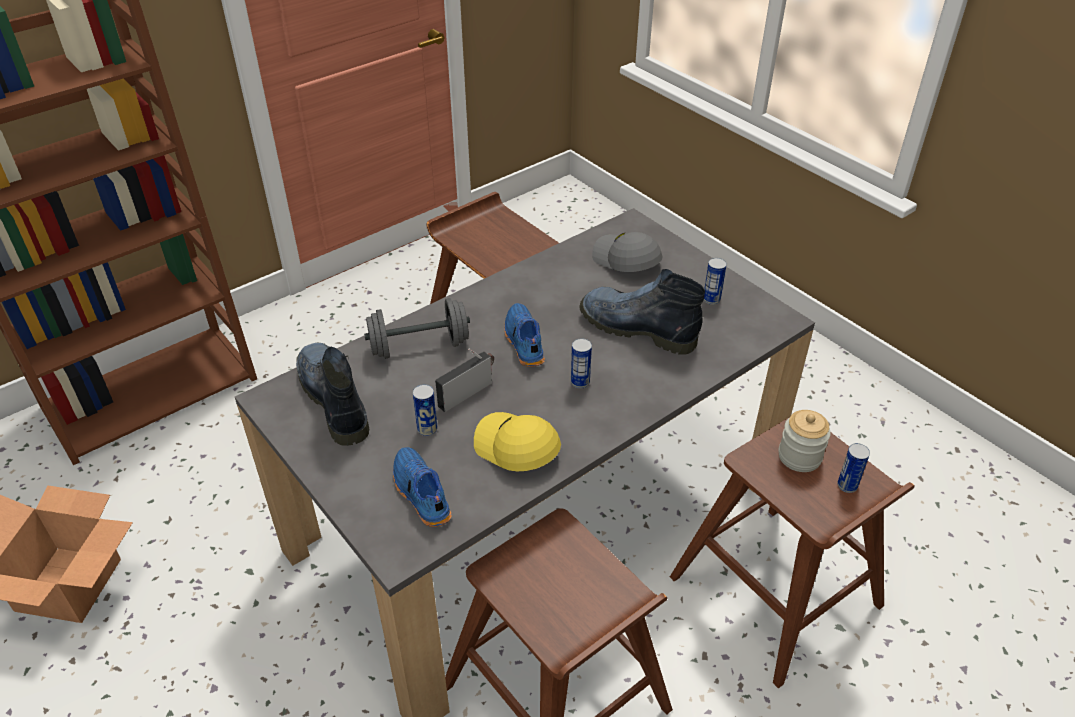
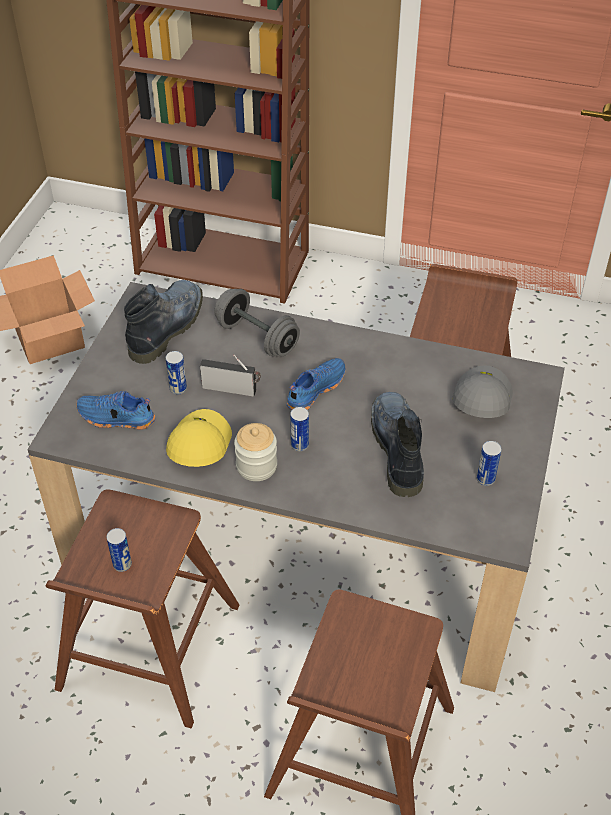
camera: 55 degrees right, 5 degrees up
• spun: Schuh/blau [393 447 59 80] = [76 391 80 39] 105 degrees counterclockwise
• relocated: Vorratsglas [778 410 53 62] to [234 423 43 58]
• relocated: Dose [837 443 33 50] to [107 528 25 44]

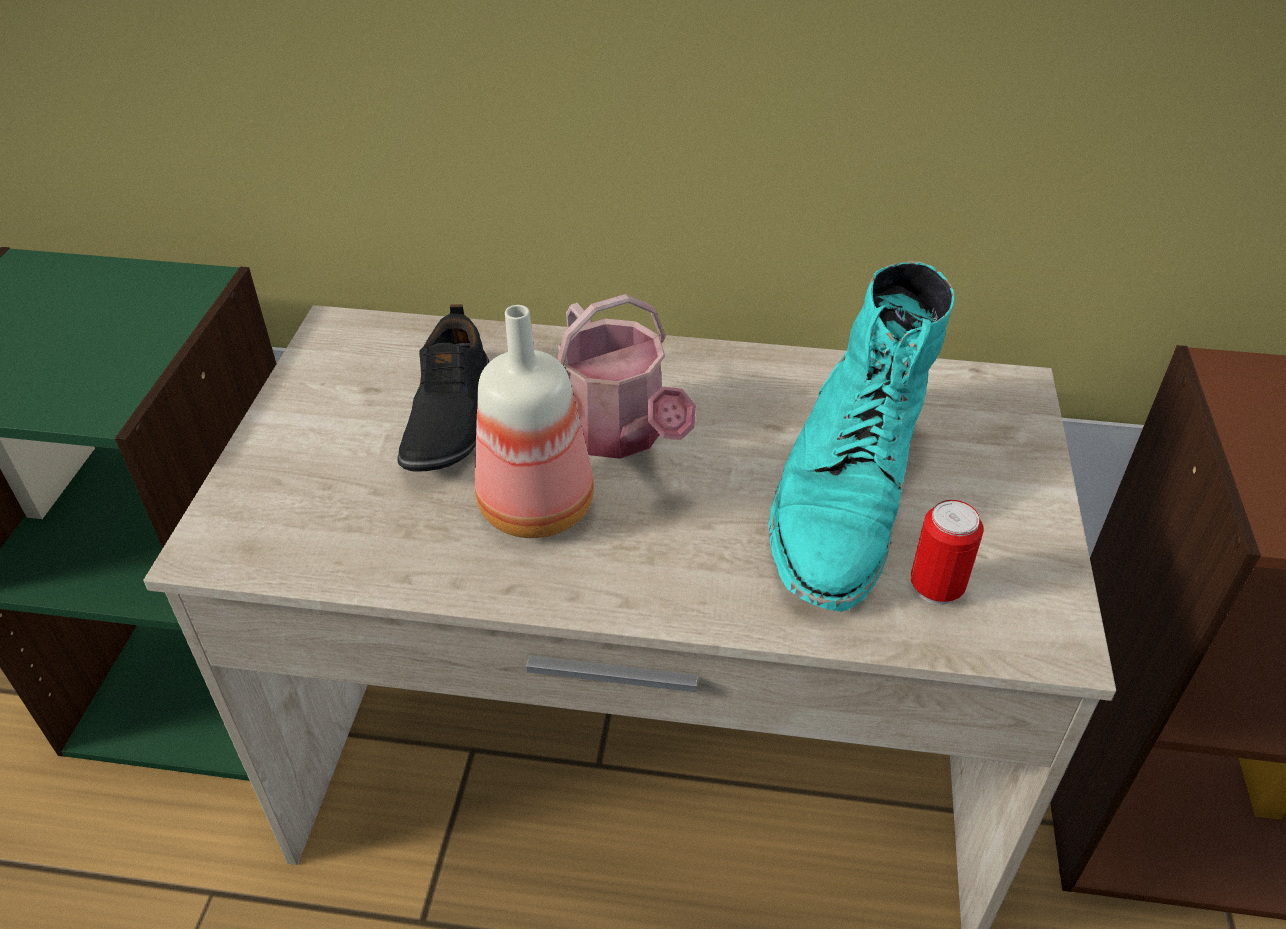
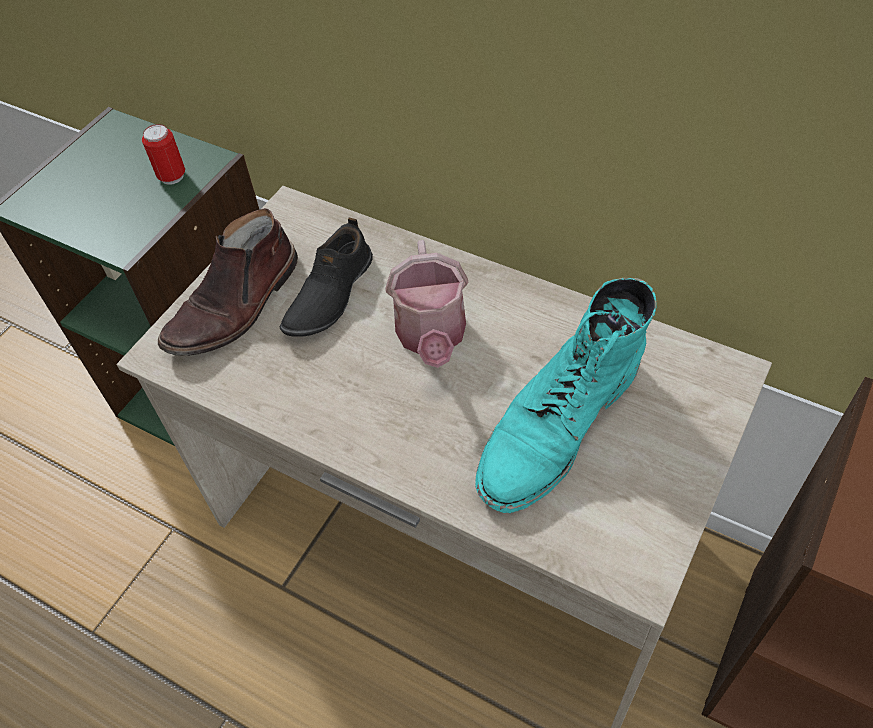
camera: 25 degrees right, 10 degrees up
• missing: Flasche [475 305 119 233]
• relocated: Dose [911 500 73 105] to [142 124 43 61]
• appeared: Stiefel/braun [158 208 140 148]

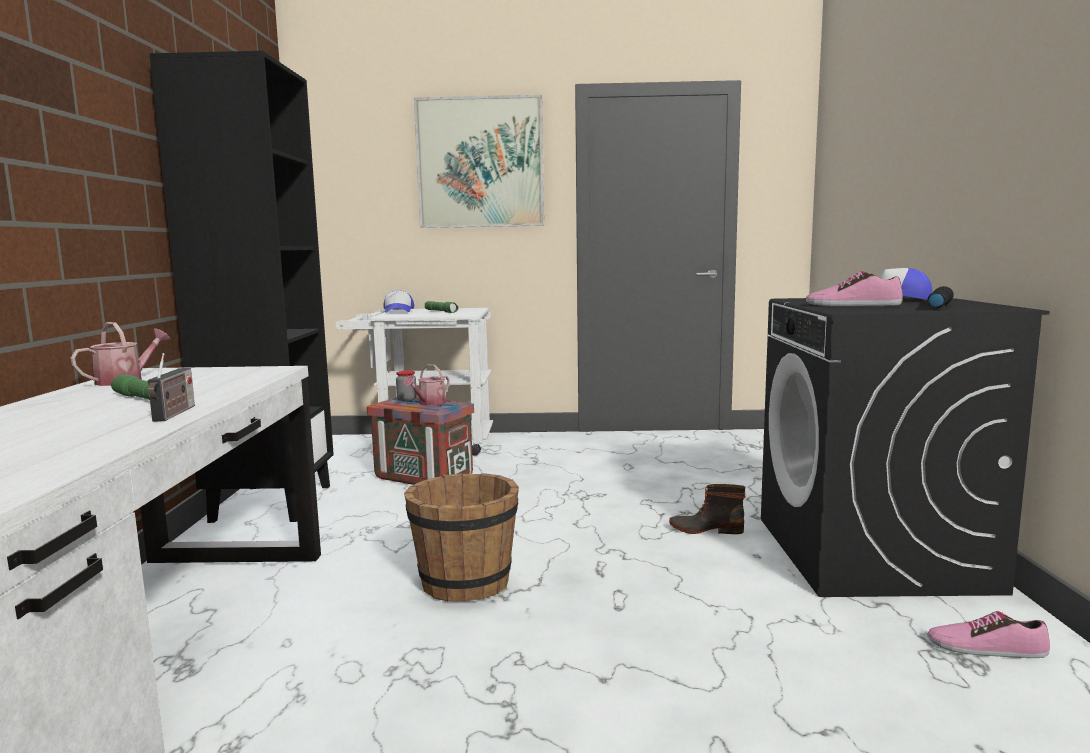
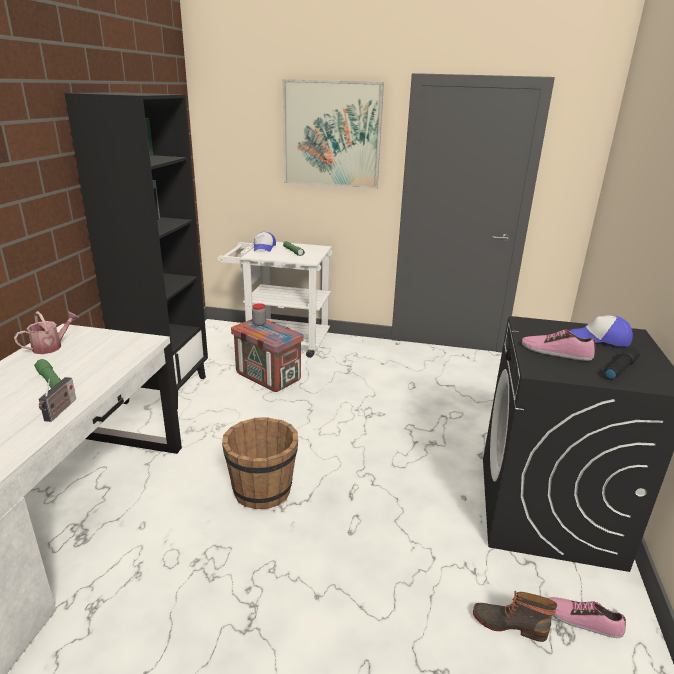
camera: 10 degrees right, 15 degrees up
• missing: Gießkanne [404 364 46 42]
• relocated: Stiefel [669 484 76 50] to [473 591 84 51]

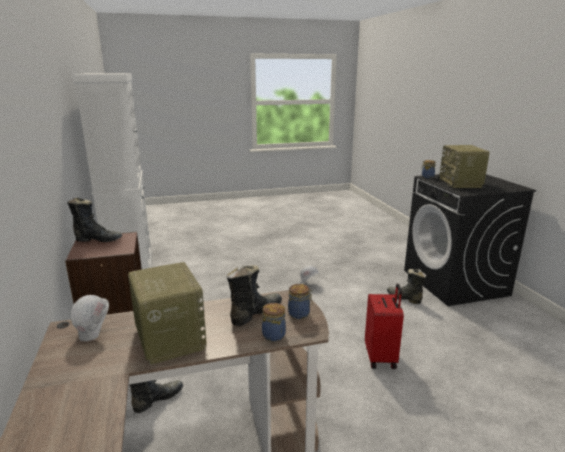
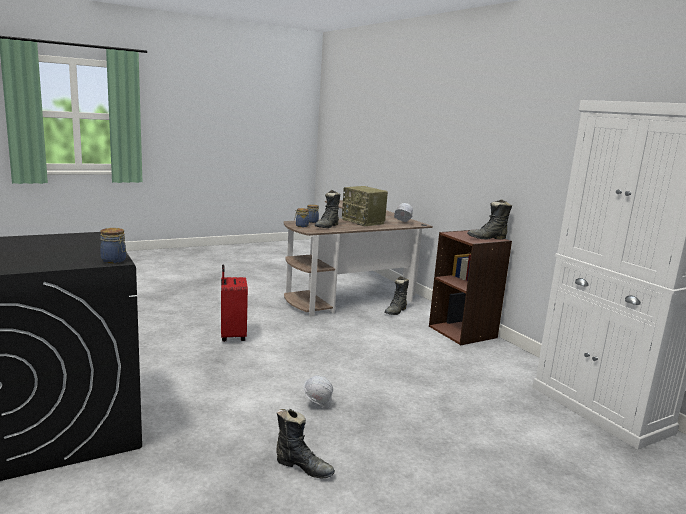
camera: 165 degrees right, 5 degrees down
• relocated: Stiefel/schwarz [387 269 39 35] to [276 409 59 70]
• missing: Radio [439 145 51 43]

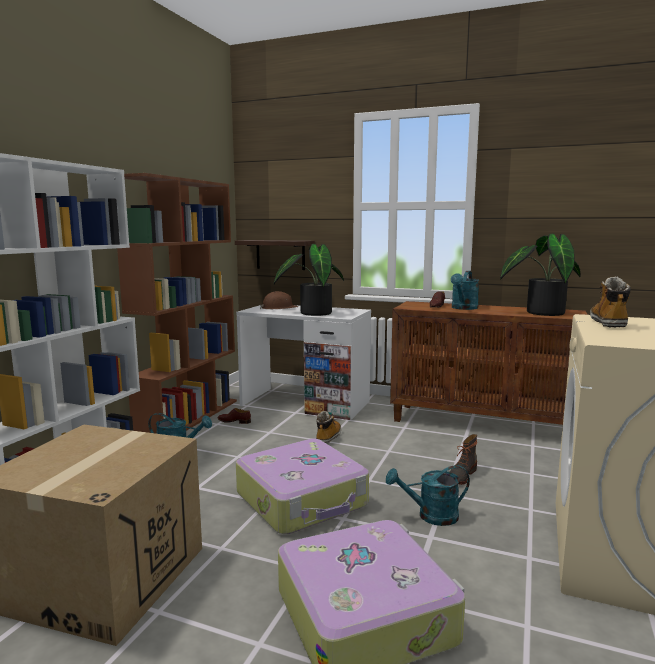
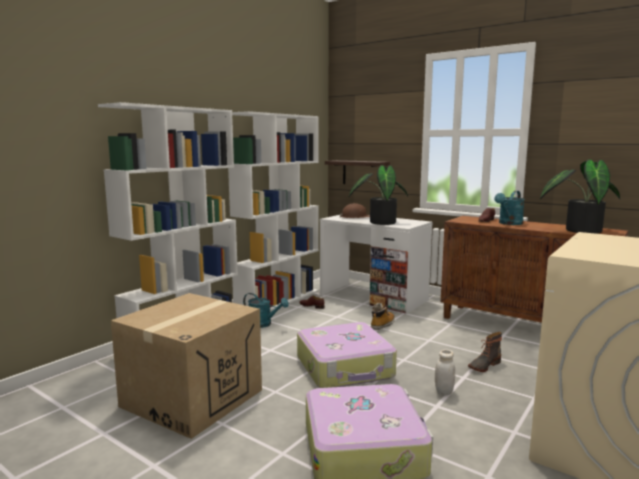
camera: 15 degrees right, 0 degrees up
• colour: Bücherregal/braun [117 173 120 261] to Bücherregal/weiß [228 111 91 200]
• exchanged: Gießkanne/türkis [386 465 84 61] to Vorratsglas/weiß [435 349 20 46]
• missing: Stiefel [590 277 41 50]

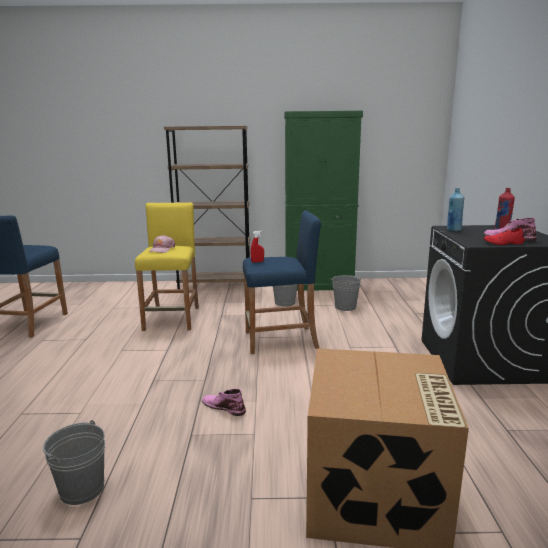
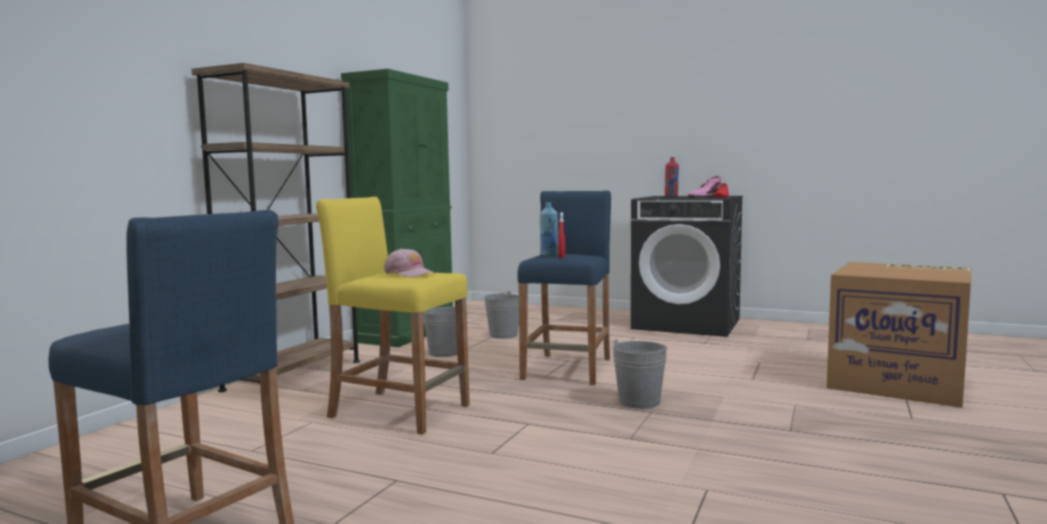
camera: 65 degrees left, 10 degrees down
• relocated: Eimer/grau [43 420 62 85] to [612 339 55 70]
• missing: Stiefel/rosa [202 389 44 27]
• relocated: Flasche/blau [447 188 18 44] to [540 202 18 54]

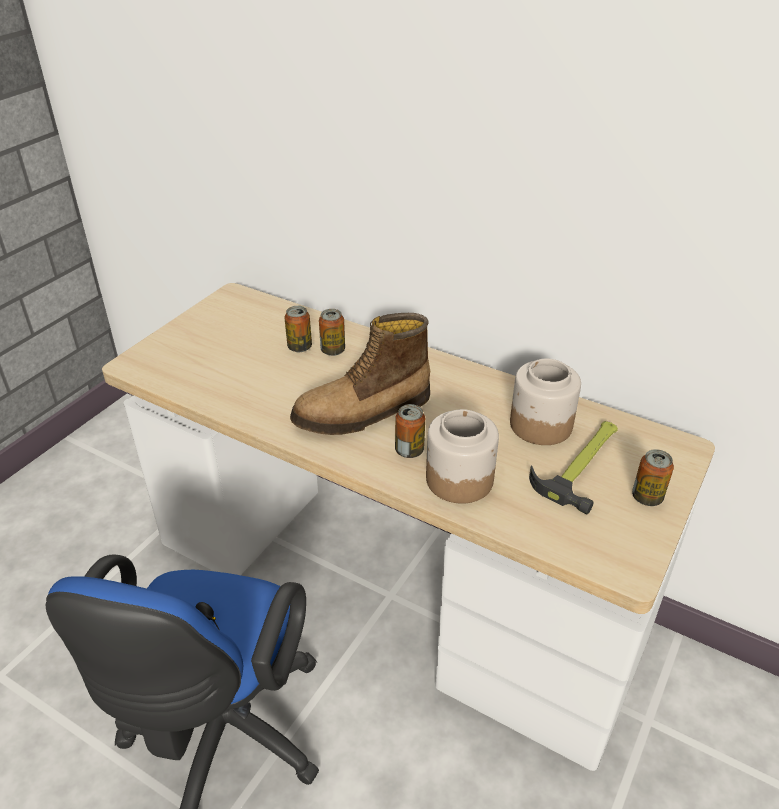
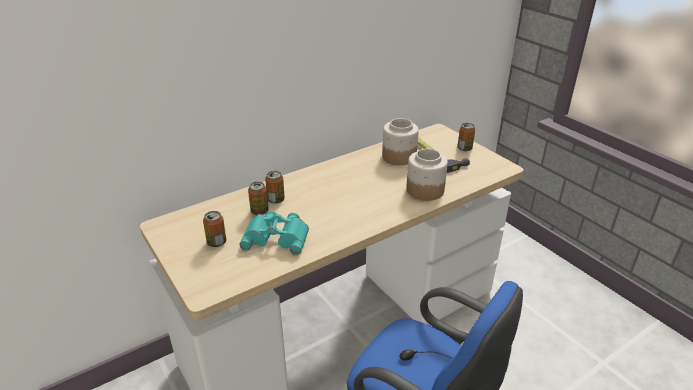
camera: 65 degrees left, 5 degrees down
• missing: Stiefel [290 313 140 122]
• relocated: Dose [395 404 30 54] to [203 211 23 36]
• appeared: Fernglas/türkis [240 211 69 44]

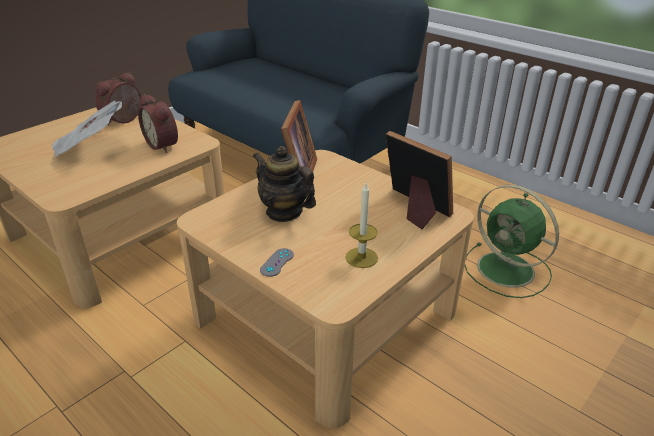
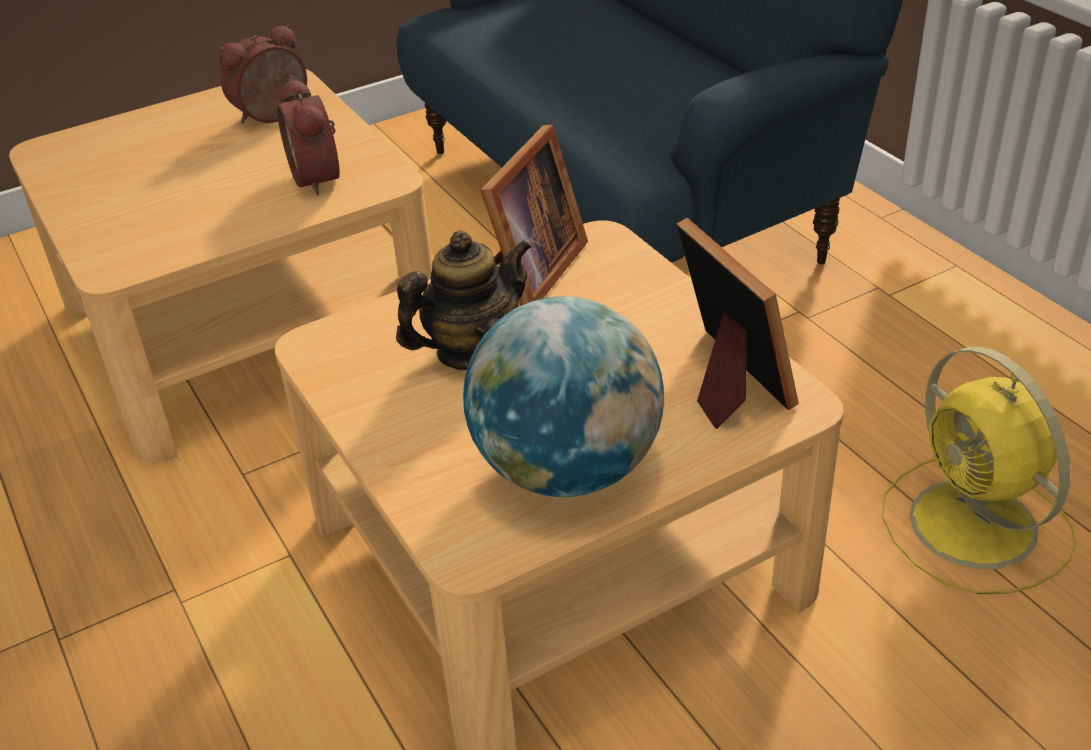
camera: 20 degrees right, 5 degrees up
• missing: Zeitung [52 100 70 58]
• spun: Teekanne [253 146 63 76] = [396 230 136 140] 90 degrees clockwise
• missing: Gamepad/grau [260 248 34 29]
• exchanged: Kerze [345 183 33 85] to Globus [463 296 201 201]
• colour: Ventilator/grün [465 185 94 113] to Ventilator/gelb [882 347 195 247]

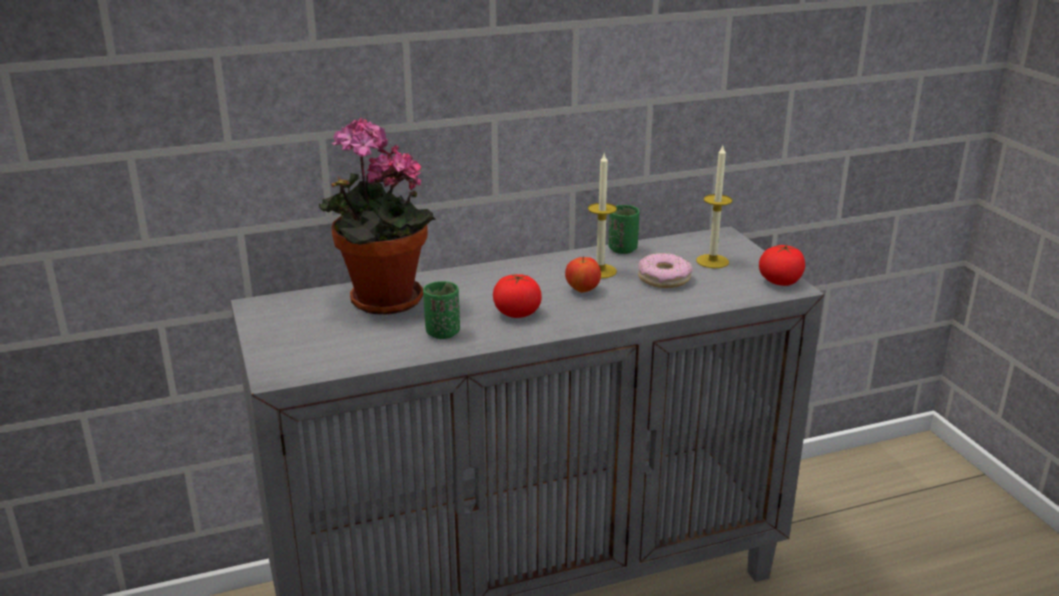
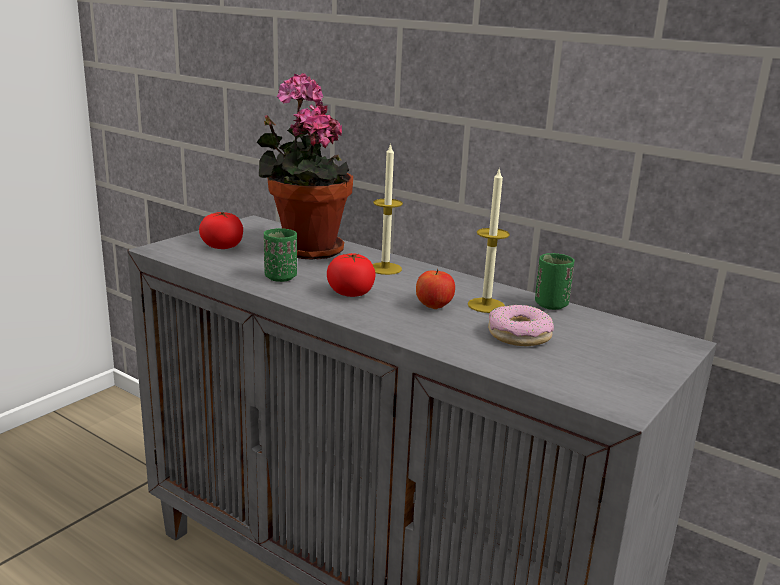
camera: 55 degrees right, 5 degrees down
• relocated: Kerze [696 146 36 122] to [373 143 30 132]
• relocated: Tomate [759 245 46 41] to [199 212 44 37]

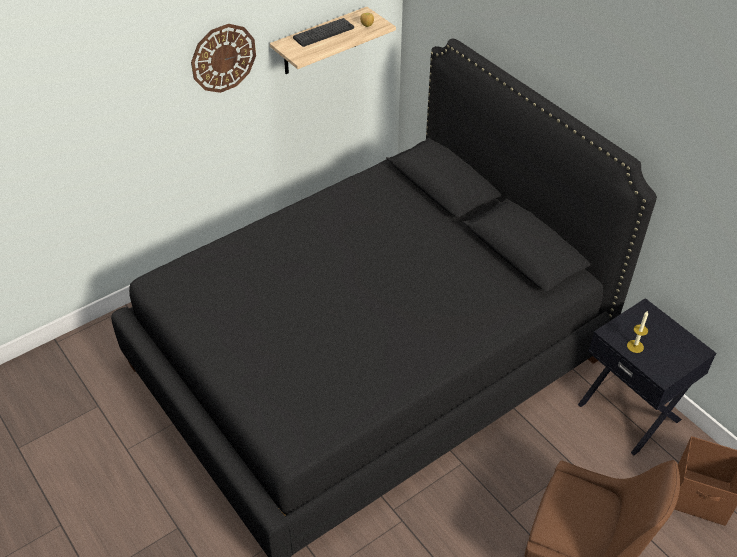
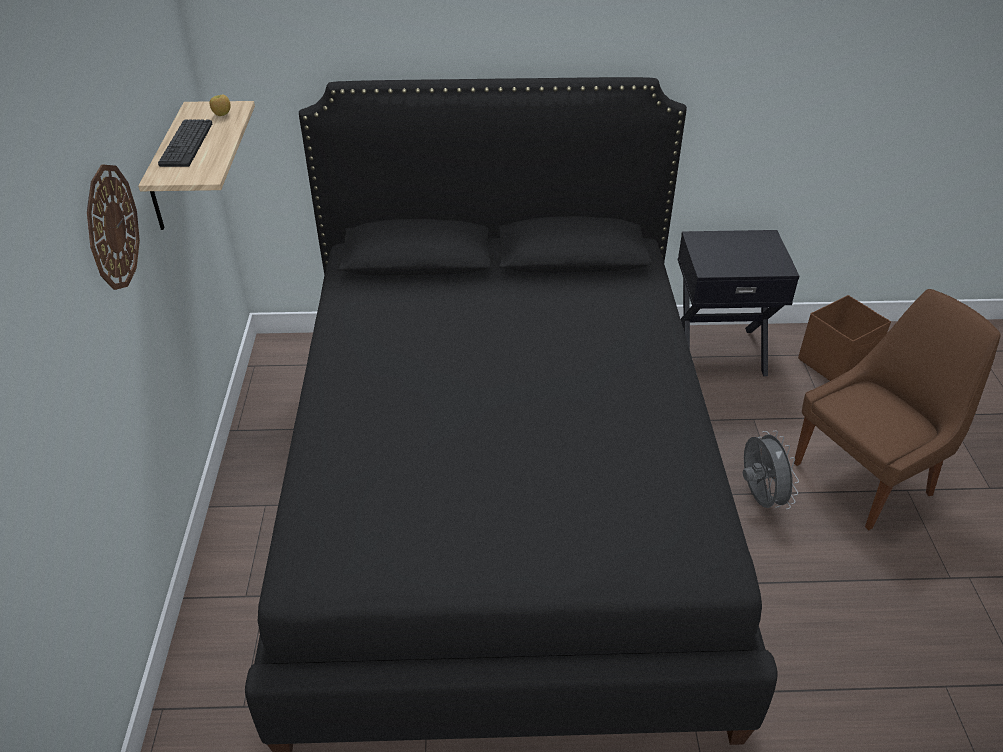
camera: 55 degrees left, 5 degrees down
• missing: Kerze [627 310 21 43]
• appeared: Ventilator/grau [743 430 56 79]

